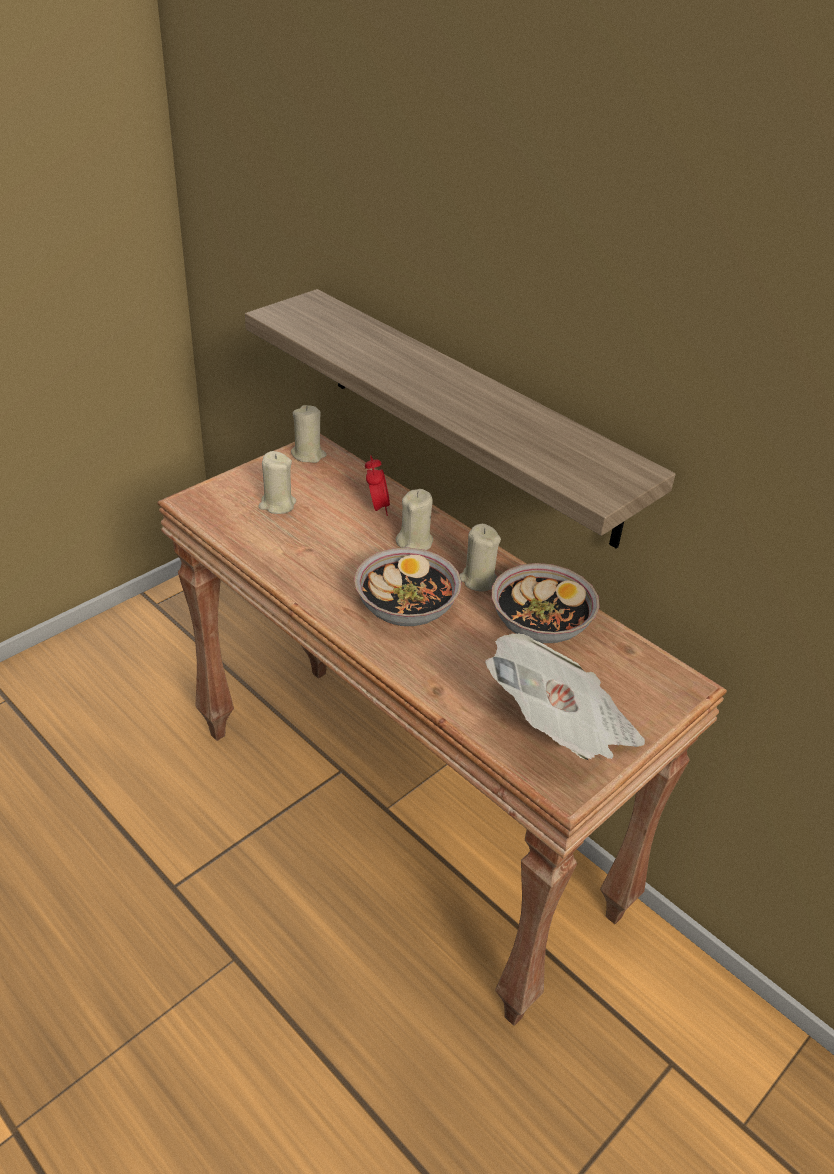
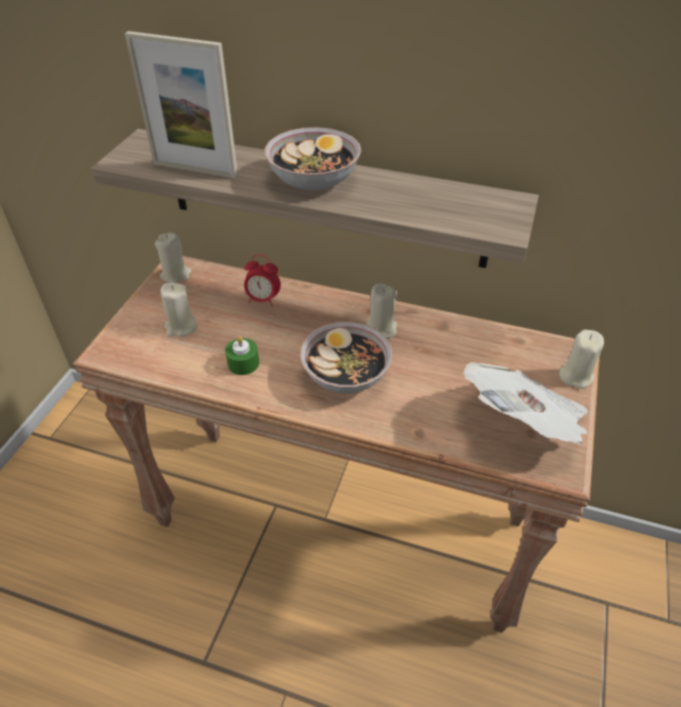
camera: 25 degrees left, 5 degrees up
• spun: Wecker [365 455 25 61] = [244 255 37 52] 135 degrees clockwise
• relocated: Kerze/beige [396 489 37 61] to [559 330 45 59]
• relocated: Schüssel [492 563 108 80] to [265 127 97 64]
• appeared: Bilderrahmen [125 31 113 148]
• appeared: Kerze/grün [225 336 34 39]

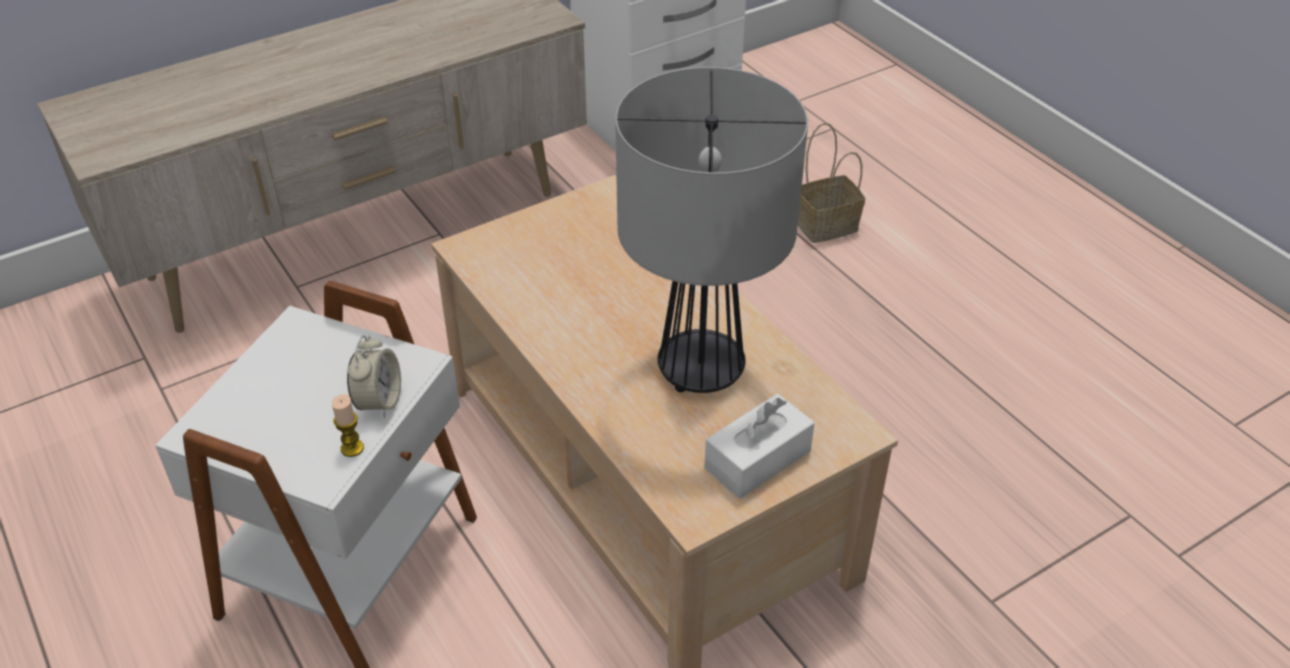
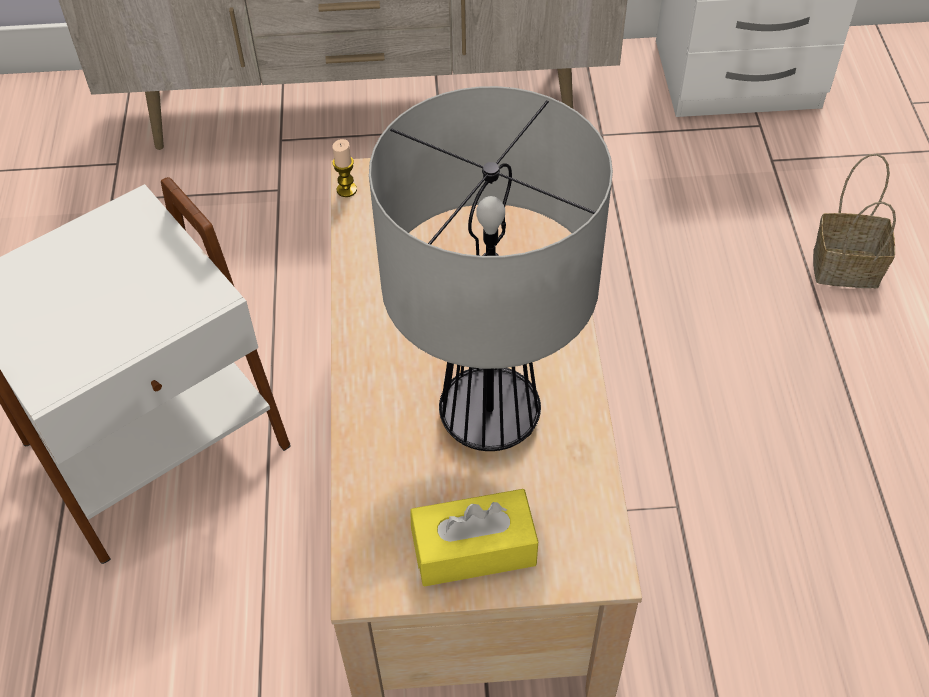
camera: 30 degrees right, 10 degrees up
• relocated: Kerze [332 394 32 63] to [332 139 25 58]
• missing: Wecker [347 335 54 83]
• colour: Taschentuchbox/weiß [704 394 111 105] to Taschentuchbox/gelb [410 489 128 98]

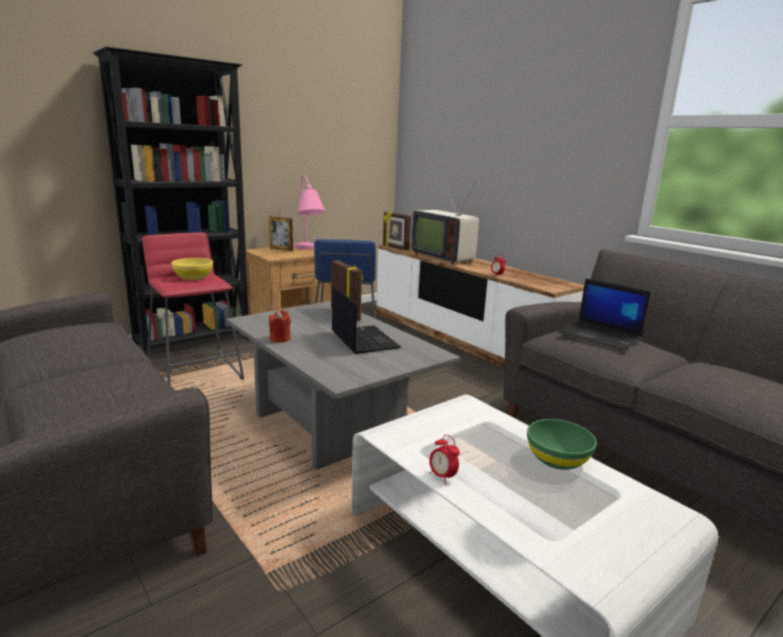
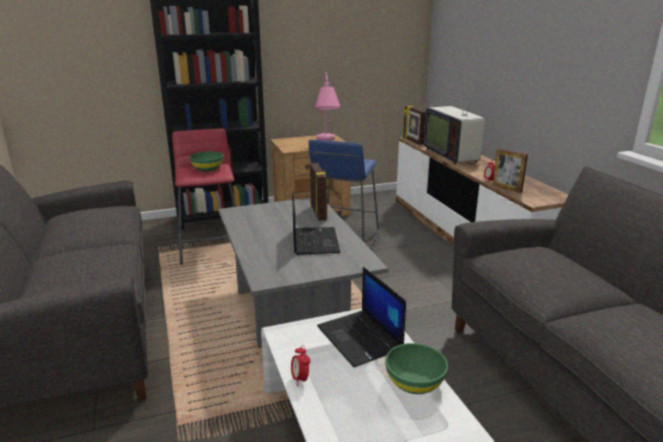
camera: 20 degrees right, 5 degrees up
• colour: Schüssel/gelb [171 258 42 22] to Schüssel/grün [189 151 34 21]
• relocated: Bilderrahmen [269 216 24 35] to [492 149 36 44]
• missing: Kerze/rot [269 310 22 33]
• relocated: Laptop [559 278 92 72] to [317 267 89 100]

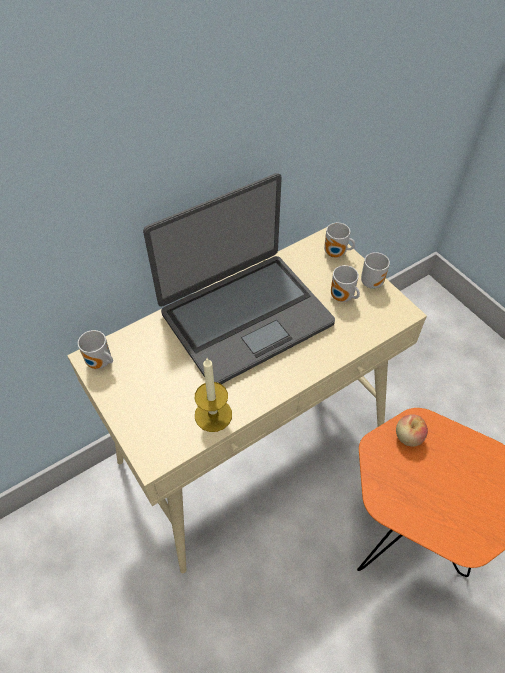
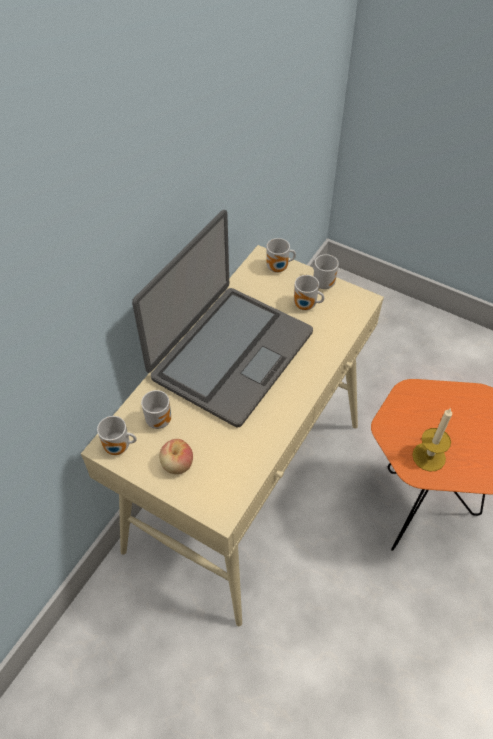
camera: 25 degrees left, 0 degrees up
• relocated: Kerze [195 358 37 74] to [412 408 40 64]
• relocated: Apfel [396 414 32 33] to [159 439 34 35]
• appeared: Henkelbecher [141 390 30 39]

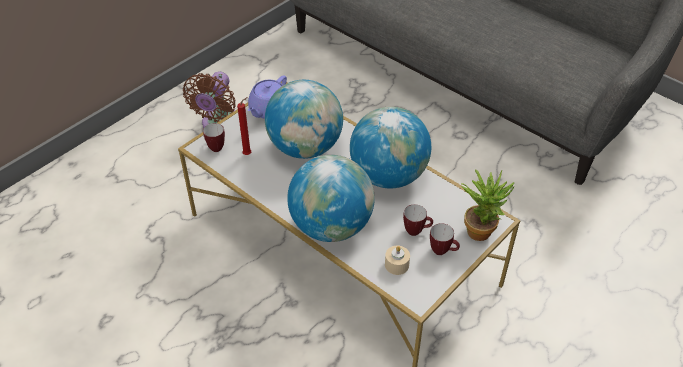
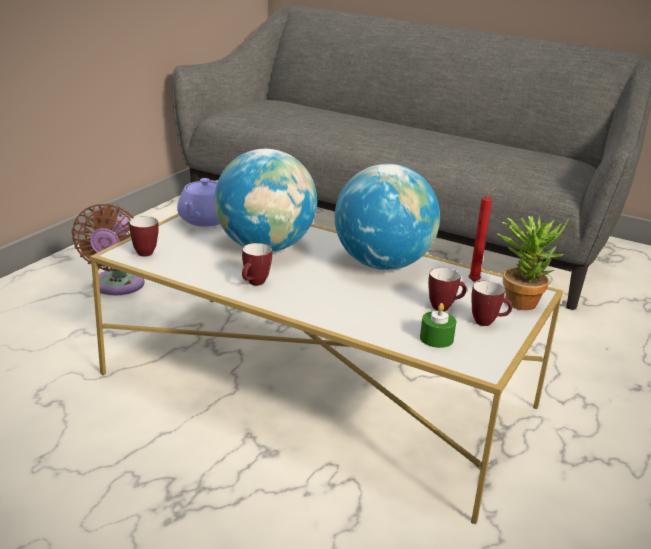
camera: 15 degrees left, 20 degrees down
• relocated: Kerze/rot [237 97 14 58] to [469 187 26 95]
• missing: Globus [287 155 88 87]
• colour: Kerze/beige [385 246 25 29] to Kerze/grün [420 303 36 45]
• appeared: Henkelbecher [242 243 30 43]

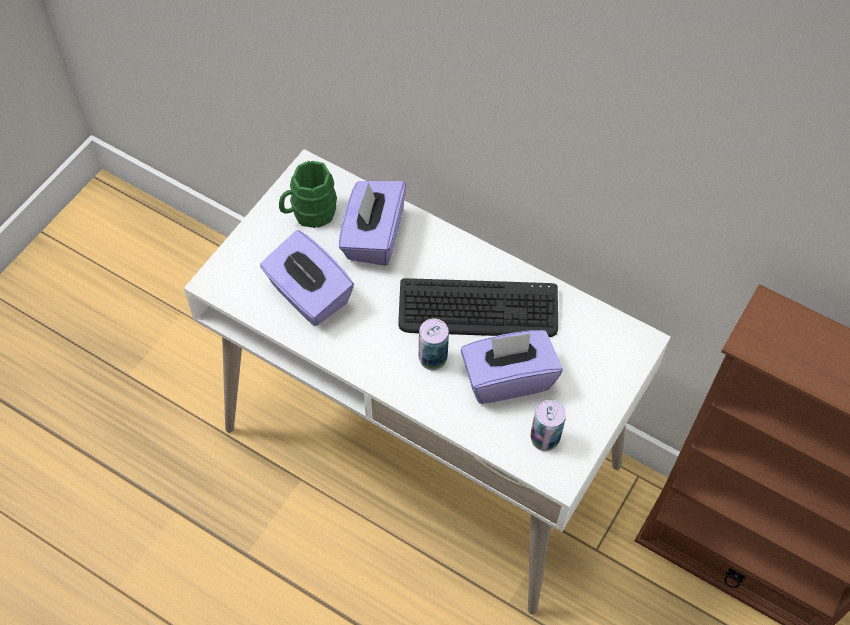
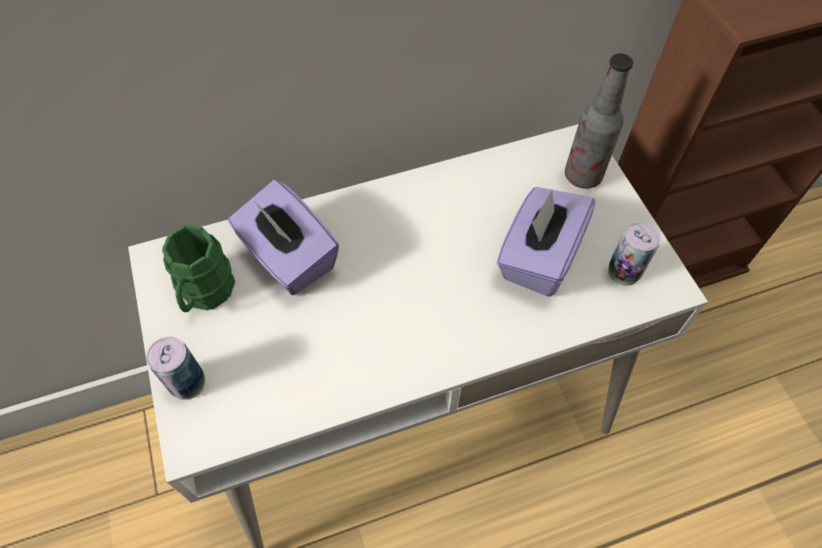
camera: 50 degrees left, 0 degrees up
• missing: Taschentuchbox/lila [260 230 94 96]
• missing: Tastatur [398 278 160 59]
• relocated: Dose [419 318 30 53] to [146 337 59 63]
• appeared: Flasche [565 53 68 136]

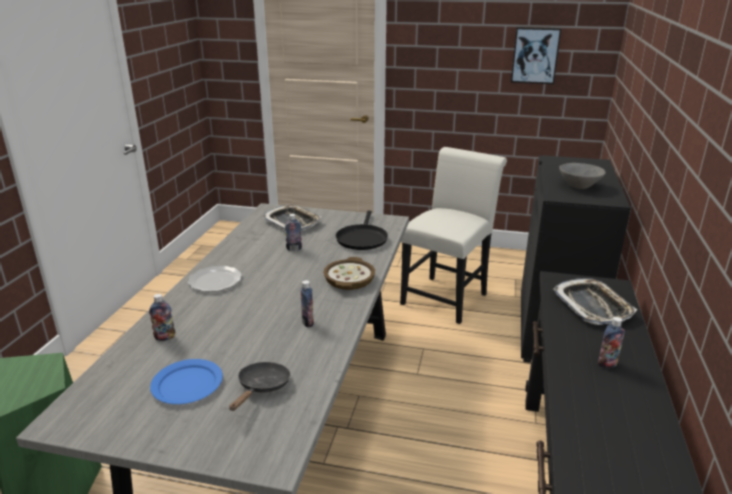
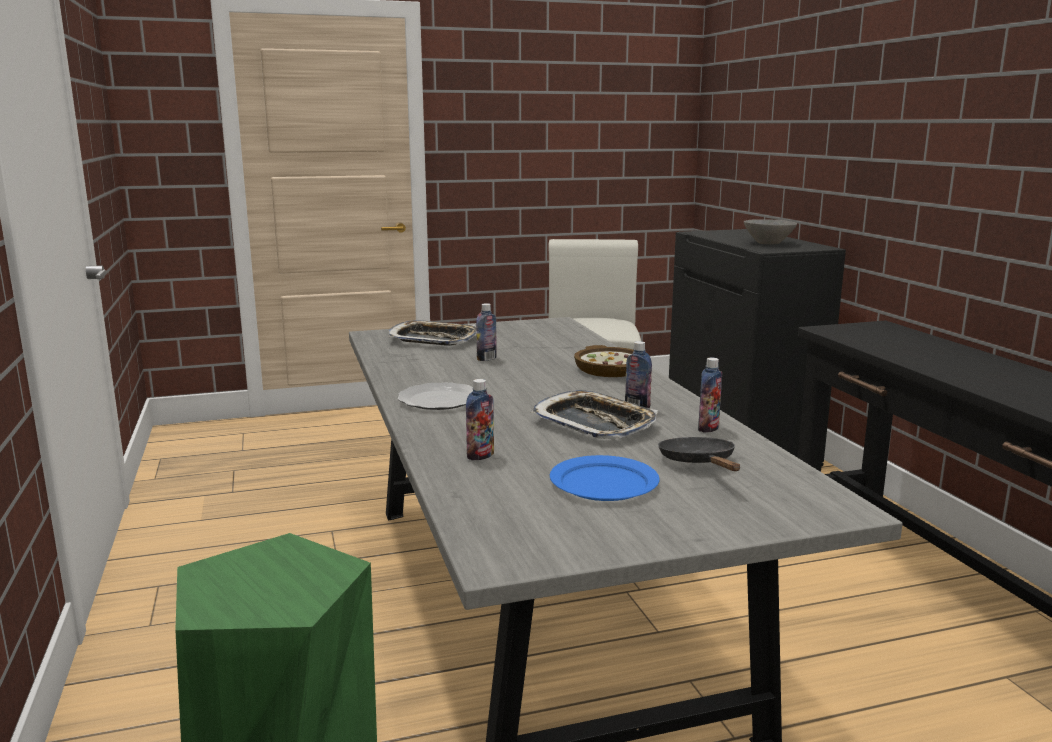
camera: 30 degrees left, 10 degrees down
• missing: Pfanne/schwarz [335 211 53 39]
• missing: Bild [511 27 50 57]
• relocated: Tablett [553 278 84 47] to [531 390 127 49]
• relocated: Flasche [598 317 27 51] to [698 358 24 75]

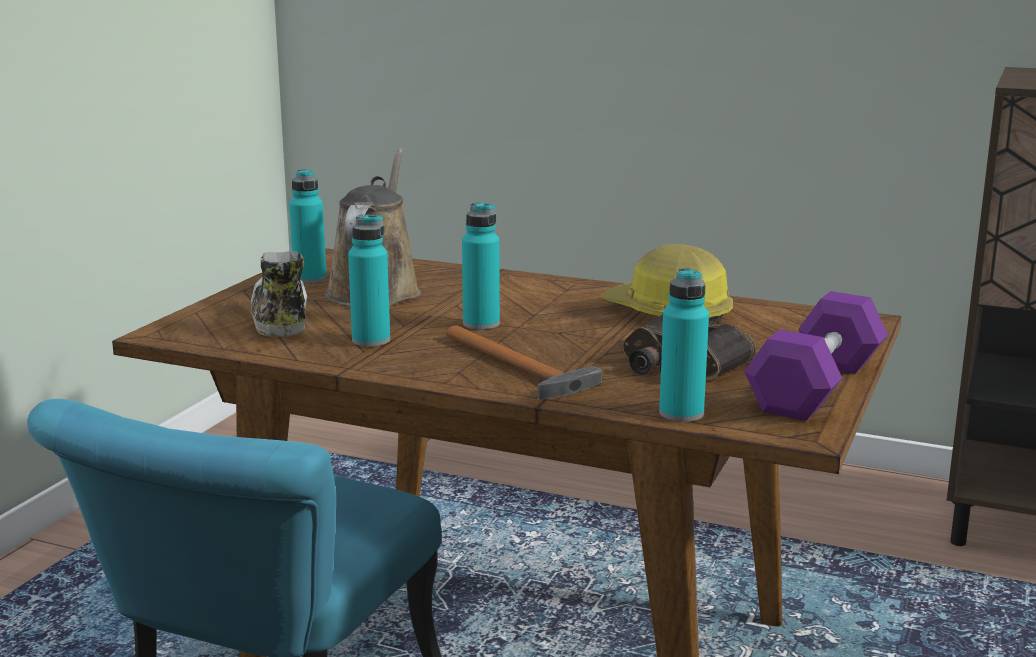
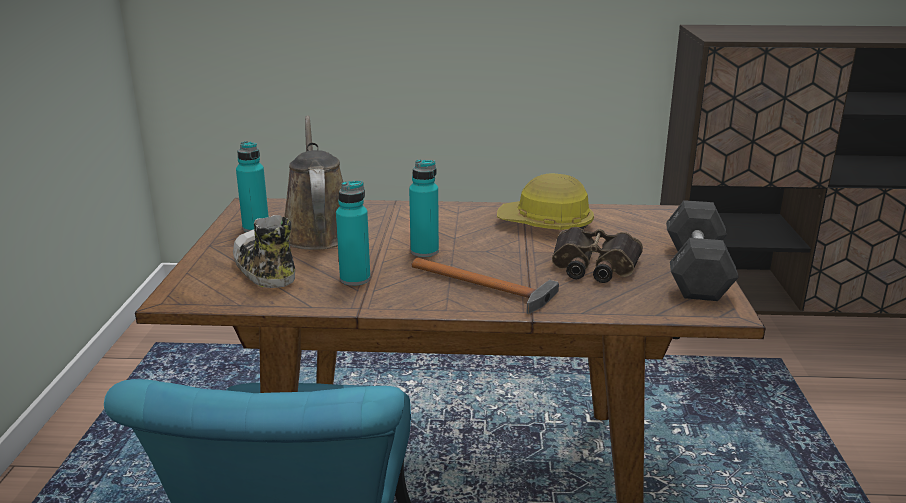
camera: 20 degrees left, 5 degrees up
• missing: Flasche/türkis [659 268 50 154]
• colour: Hantel/lila [744 291 144 130] to Hantel/grau [666 200 73 101]

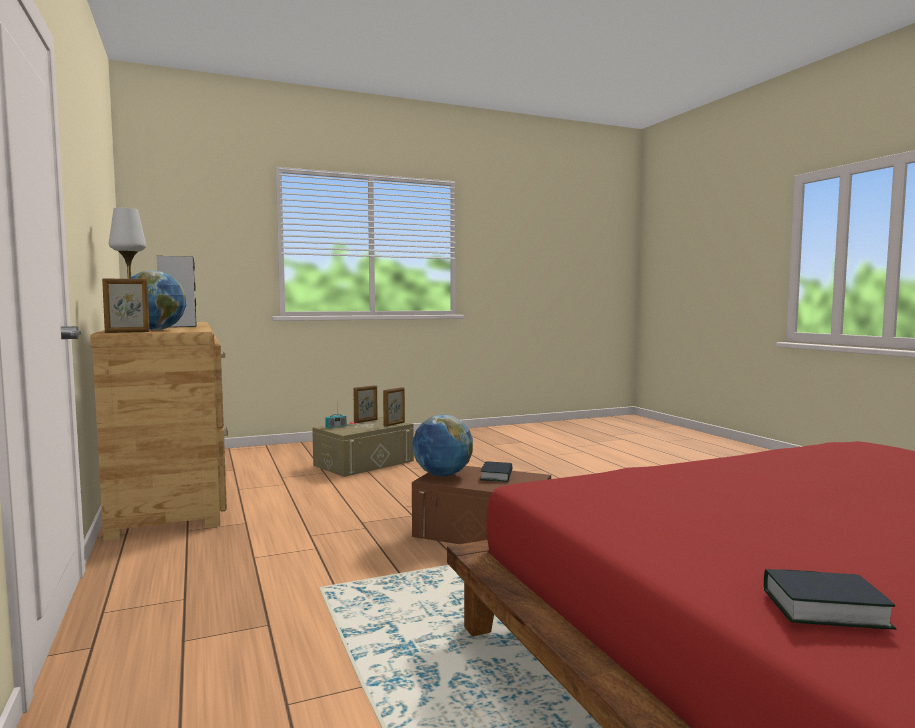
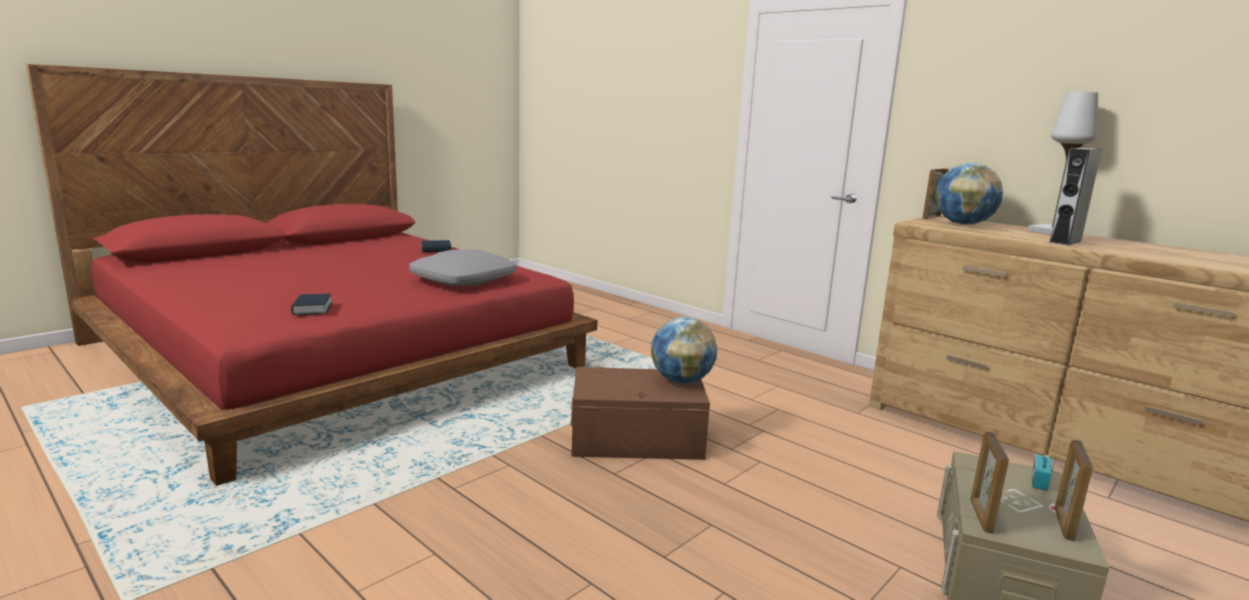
camera: 155 degrees right, 10 degrees up
• relocated: Buch [480 461 33 21] to [291 293 42 22]
• appeared: Kissen/grau [409 249 107 37]

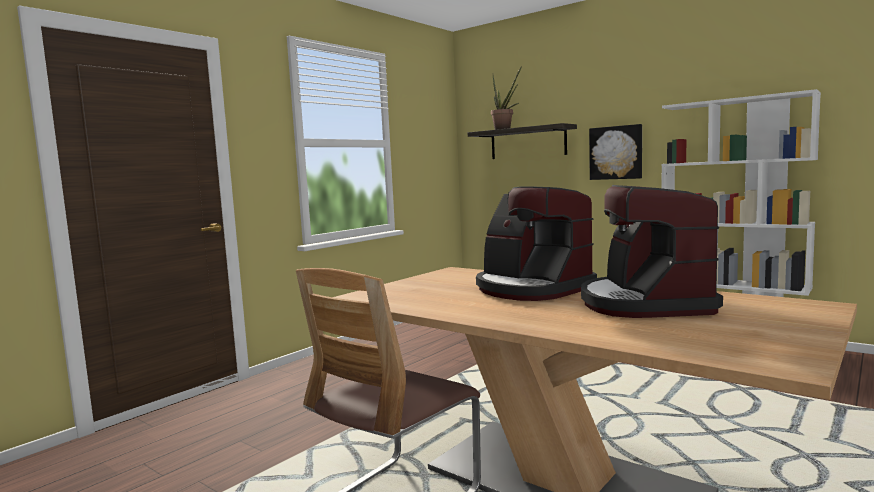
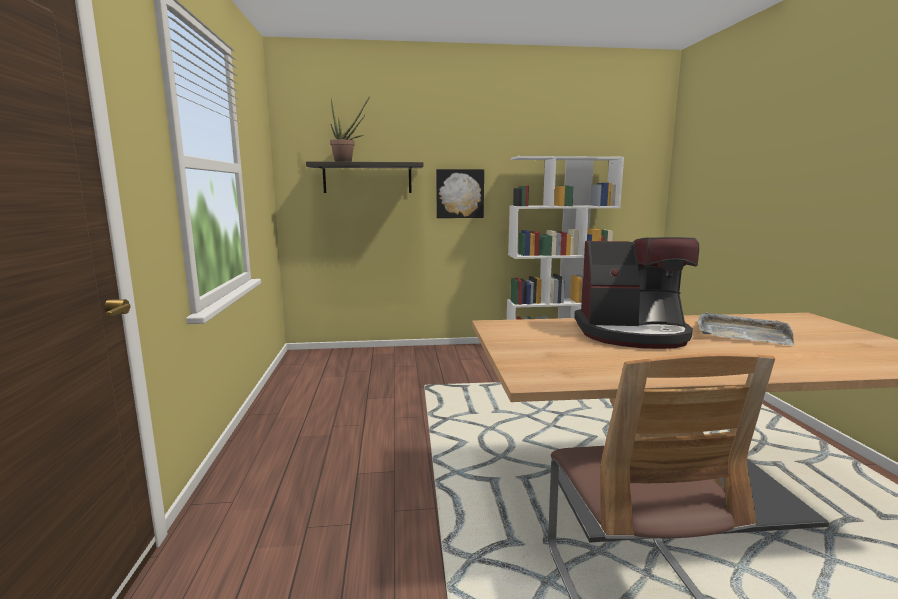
camera: 45 degrees left, 5 degrees up
• exchanged: Kaffeemaschine [581 185 142 133] to Tablett/grau [698 312 97 33]

